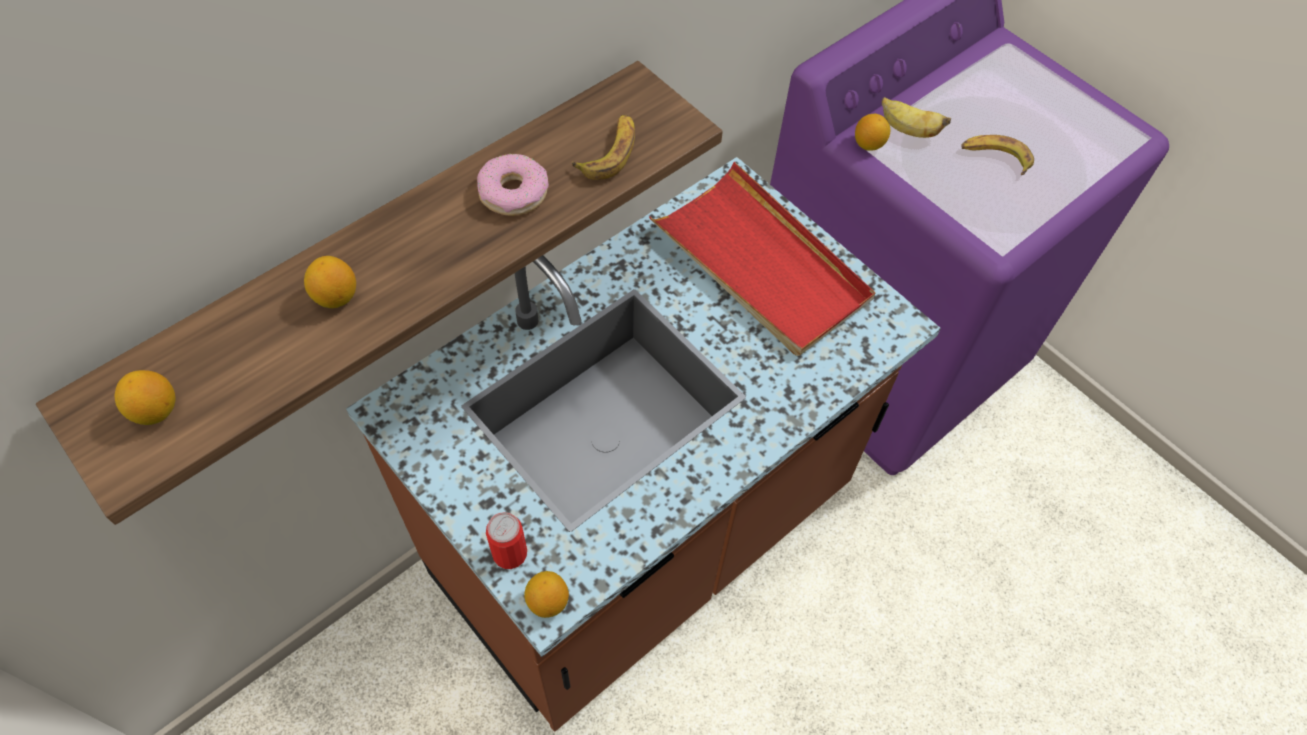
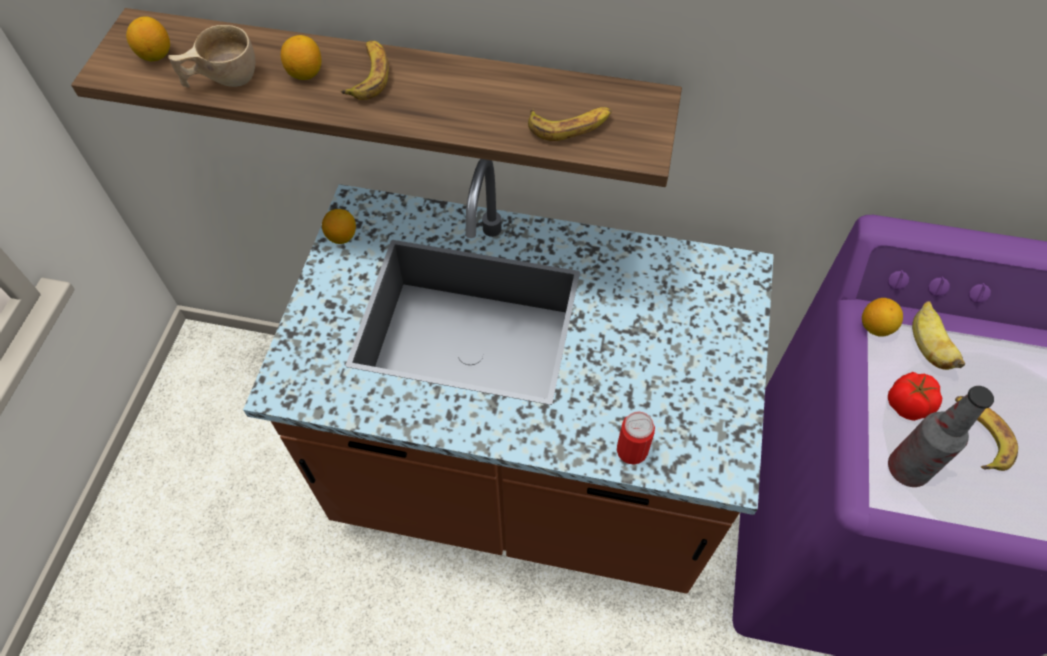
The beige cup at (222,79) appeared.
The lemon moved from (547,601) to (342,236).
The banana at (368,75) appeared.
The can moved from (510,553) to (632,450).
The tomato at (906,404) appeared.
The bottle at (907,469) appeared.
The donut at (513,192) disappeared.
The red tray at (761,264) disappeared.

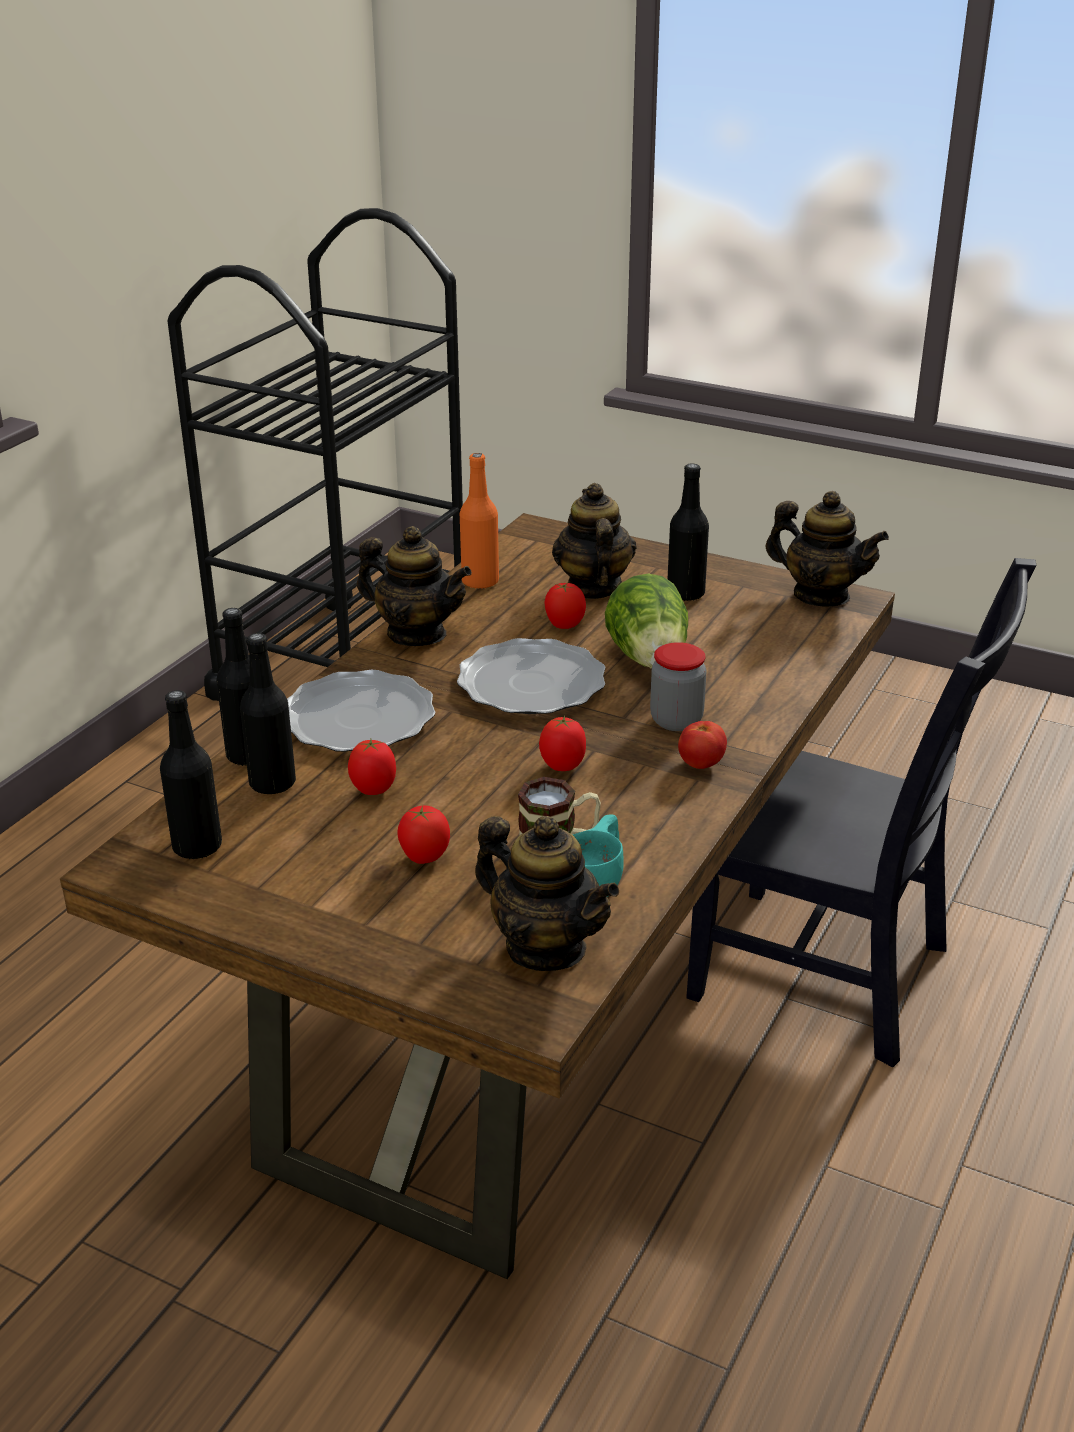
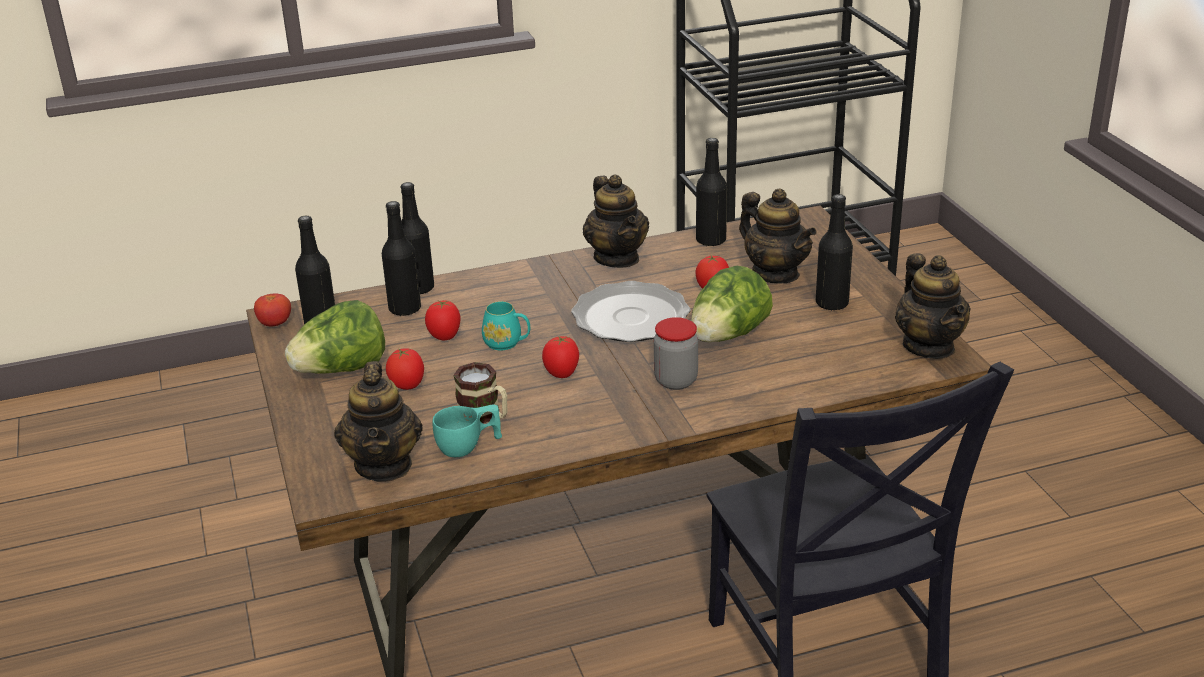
The tomato moved from (701,764) to (275,324).
The lettuce at (341,370) appeared.
The turquoise mug at (507,343) appeared.
The orange bottle at (480,582) became the black bottle at (711,240).
The teapot at (592,588) turned 105 degrees clockwise.
The plate at (359,718) disappeared.

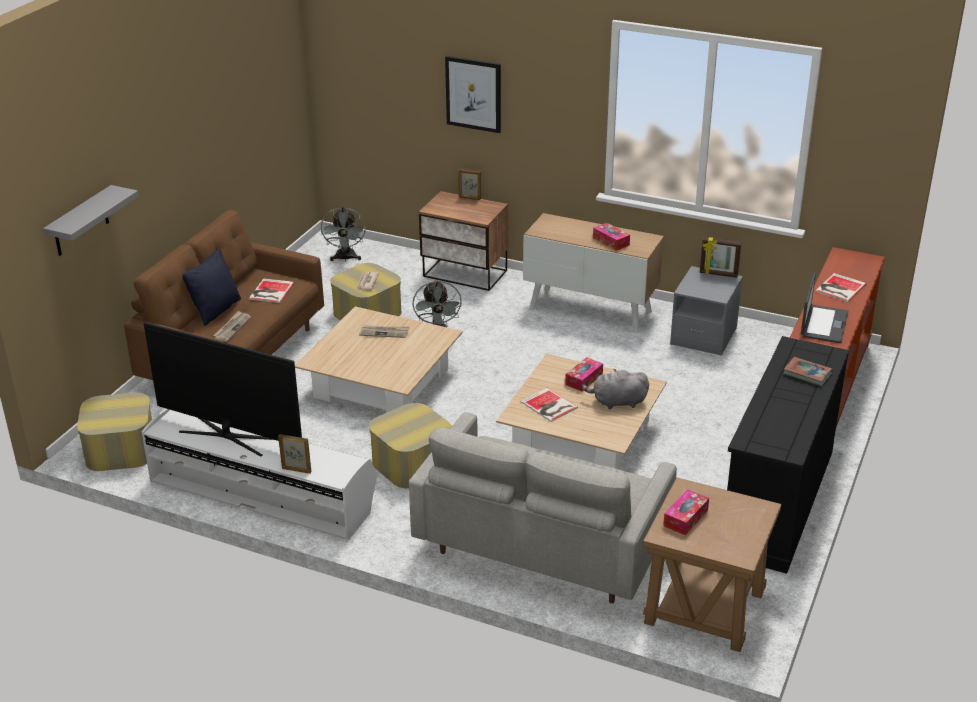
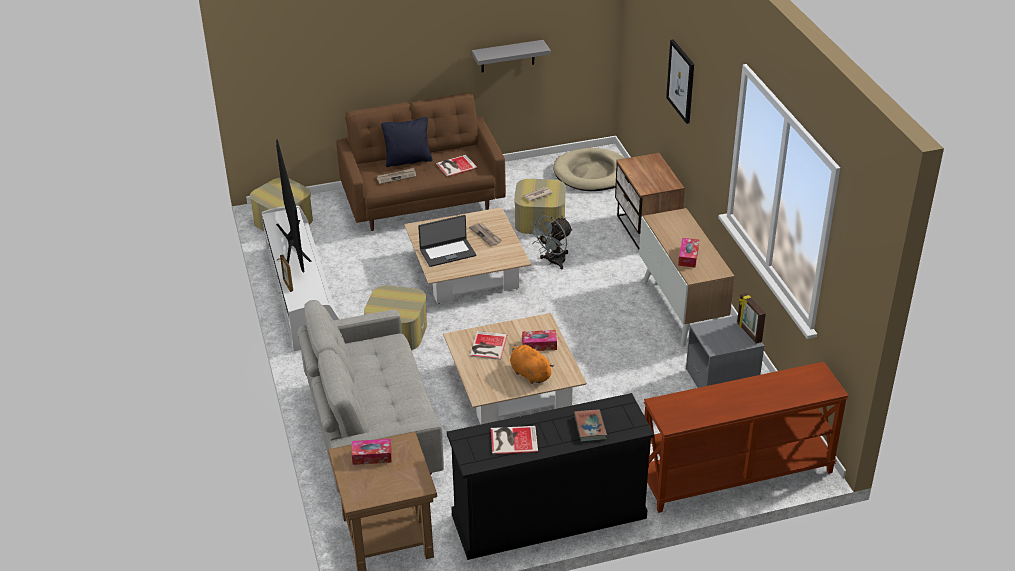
The laptop moved from (823,324) to (447,252).
The grey shelf moved from (80,222) to (507,56).
The book moved from (839,288) to (512,440).
The grey plush toy at (617,402) became the orange plush toy at (529,373).
The grey fan at (345,258) was replaced by the beige dog bed at (592,173).
The picture frame at (469,198) disappeared.

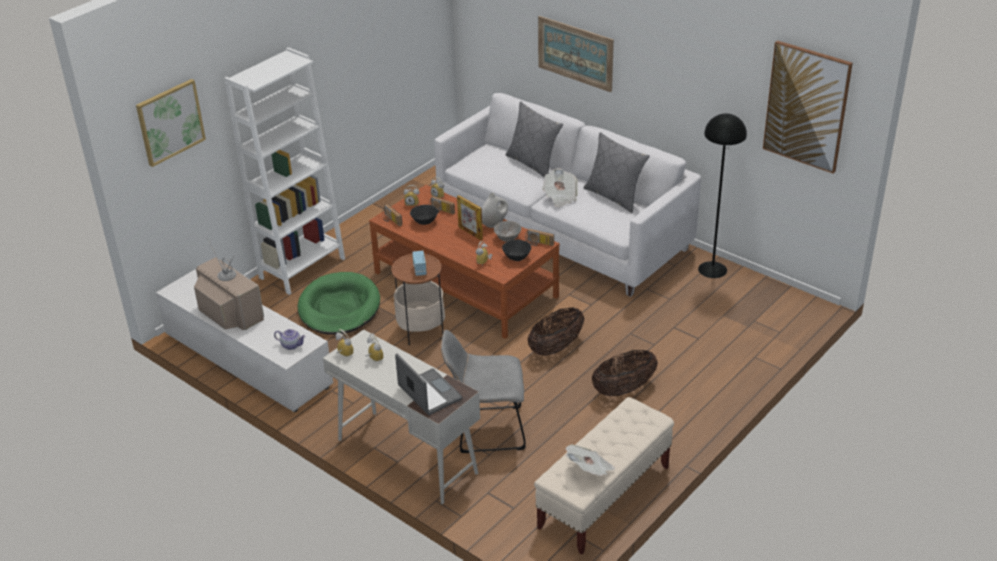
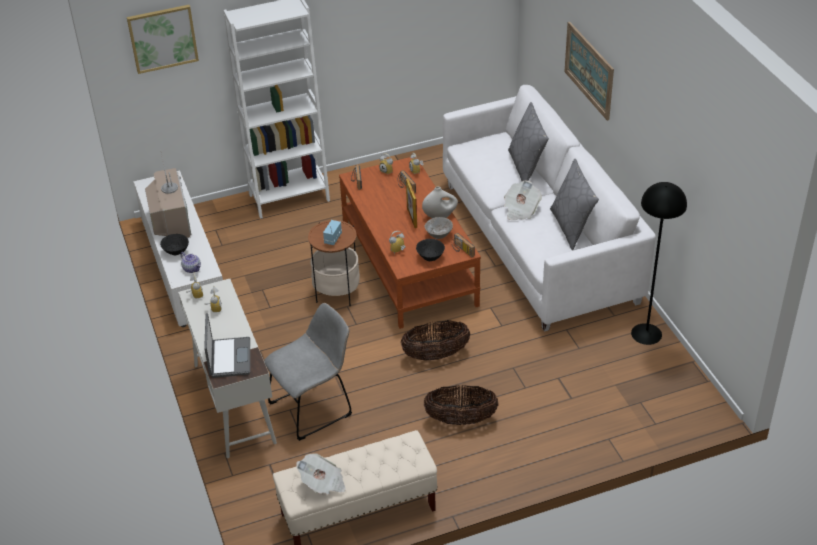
The black bowl moved from (424,222) to (176,251).
The grey chair at (486,430) turned 120 degrees clockwise.
The green dog bed at (339,307) disappeared.
The picture at (806,106) disappeared.

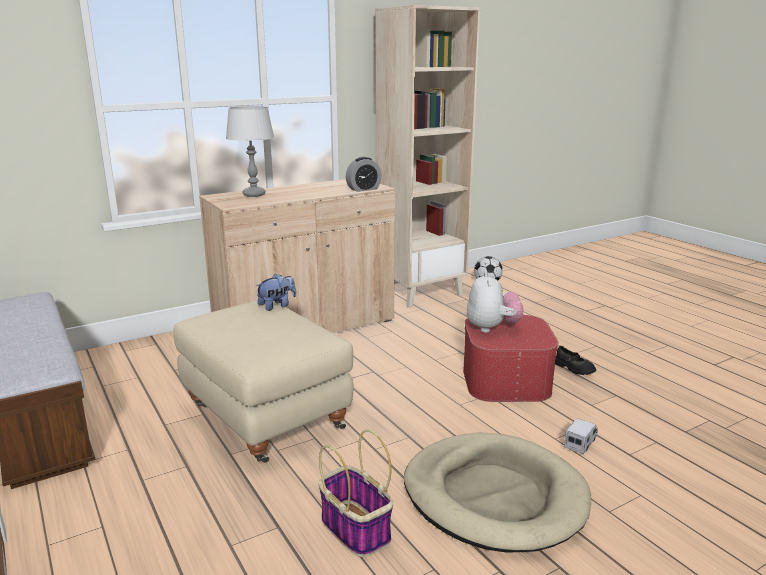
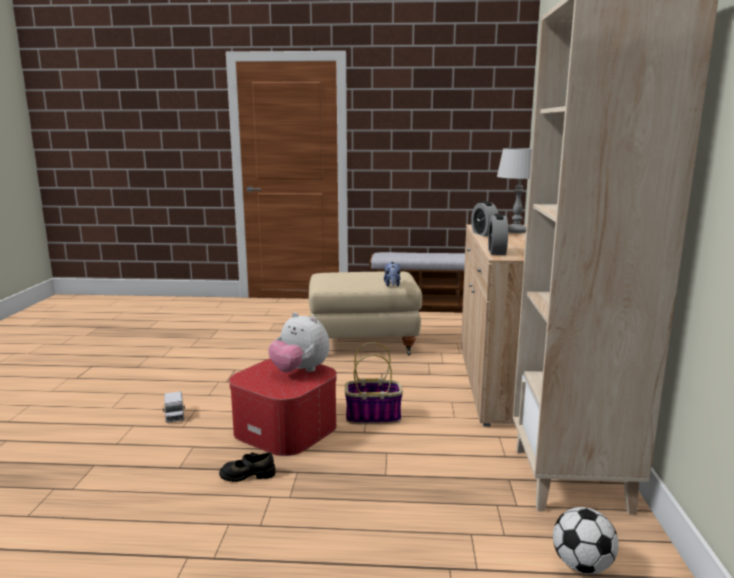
The basket moved from (354,528) to (374,416).
The alarm clock at (484,234) appeared.
The beige dog bed at (494,496) disappeared.

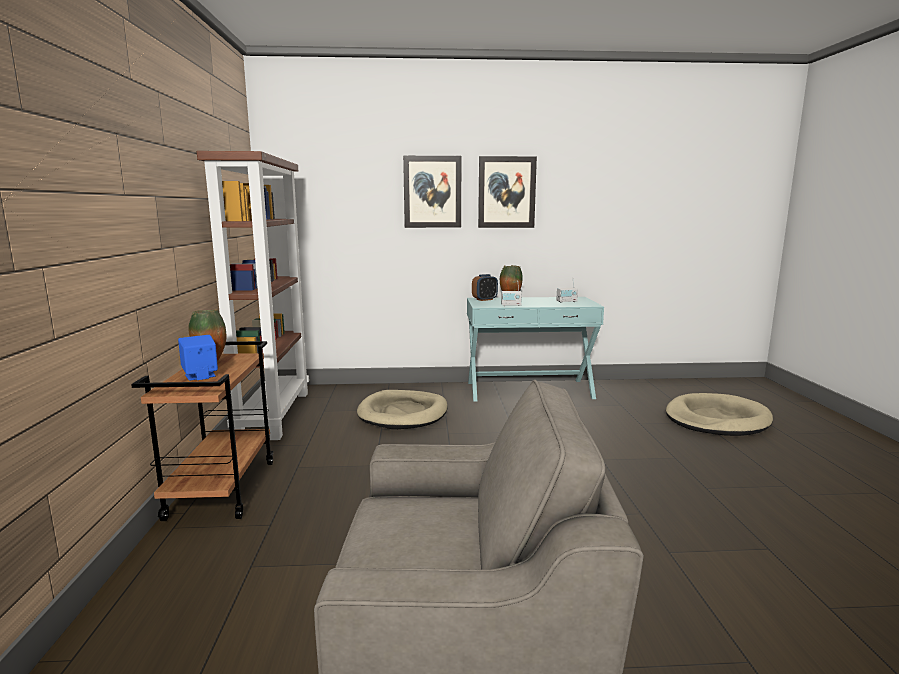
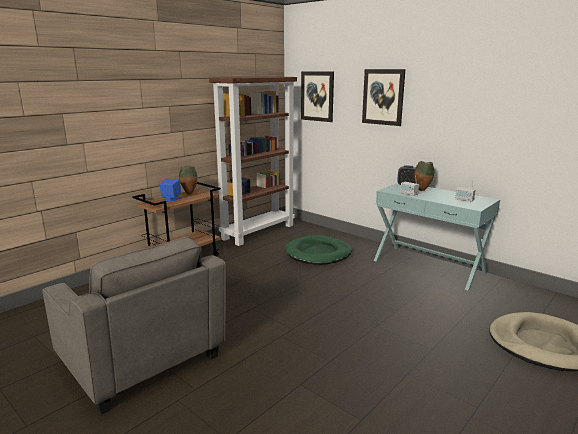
The beige dog bed at (403,413) became the green dog bed at (318,253).
The picture moved from (506,192) to (317,96).

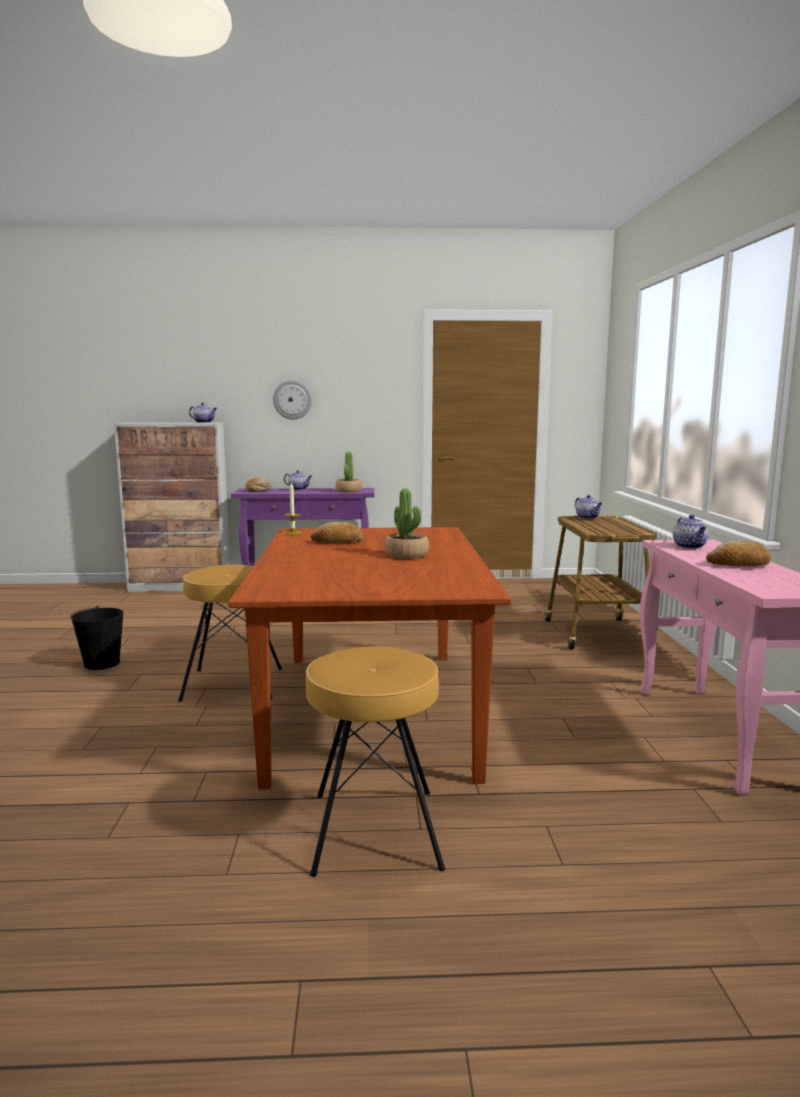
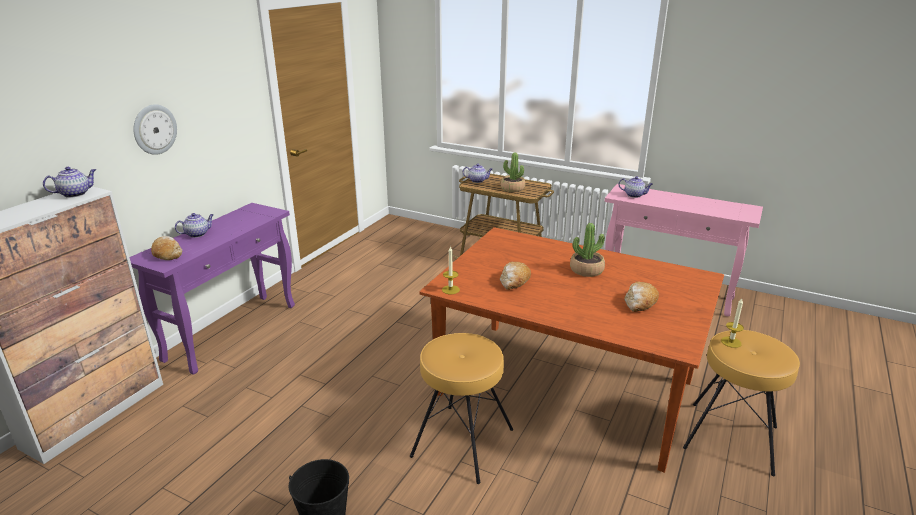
The potted plant moved from (348,491) to (512,188).
The bread moved from (738,565) to (640,303).
The candle at (731,342) appeared.

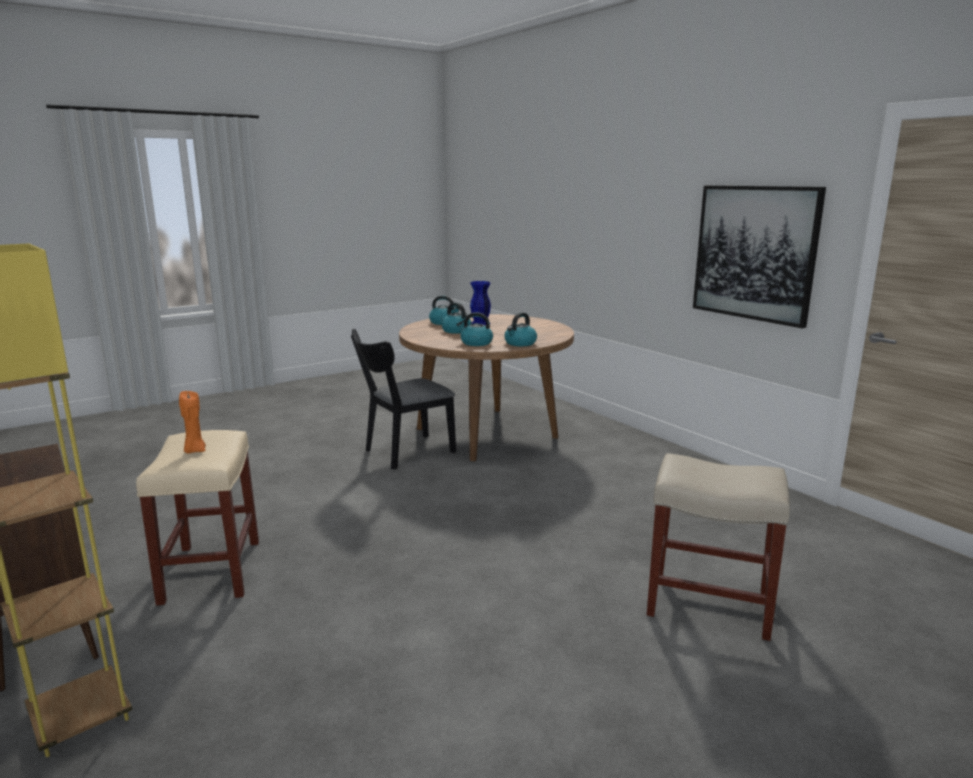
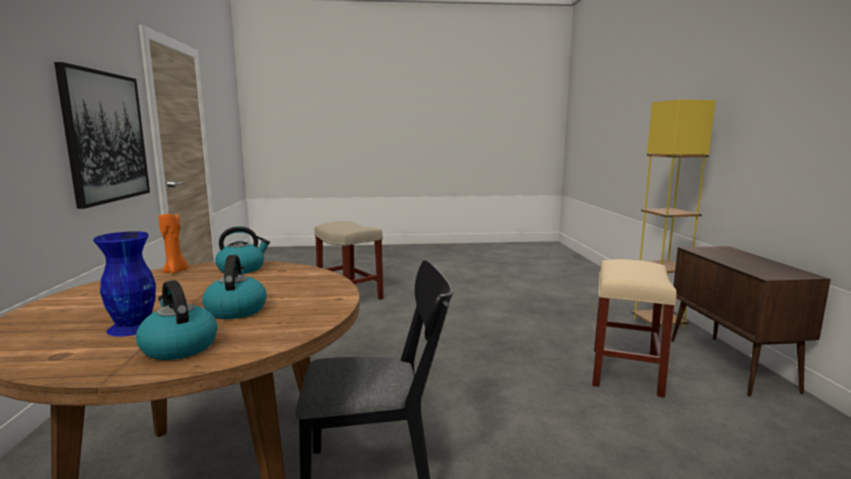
The orange candle moved from (195,450) to (176,271).
The kettle at (476,343) disappeared.

